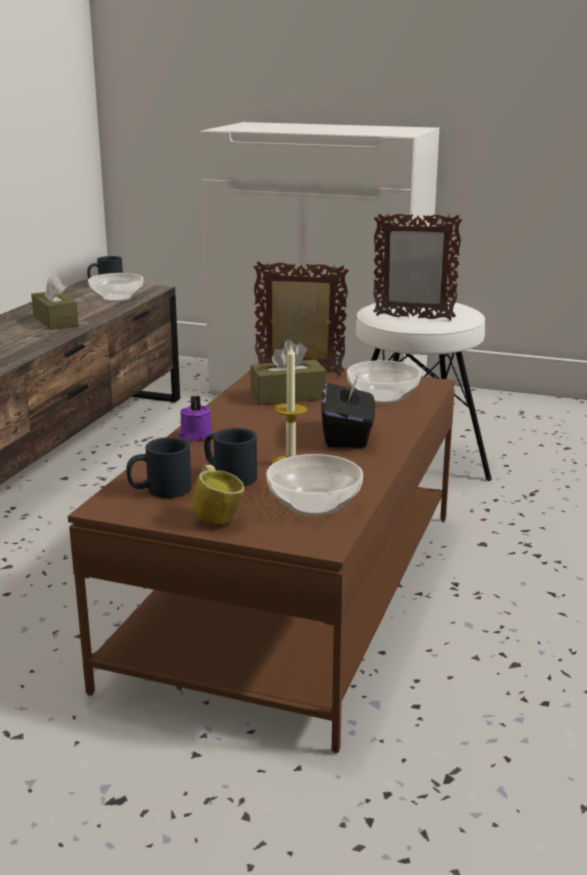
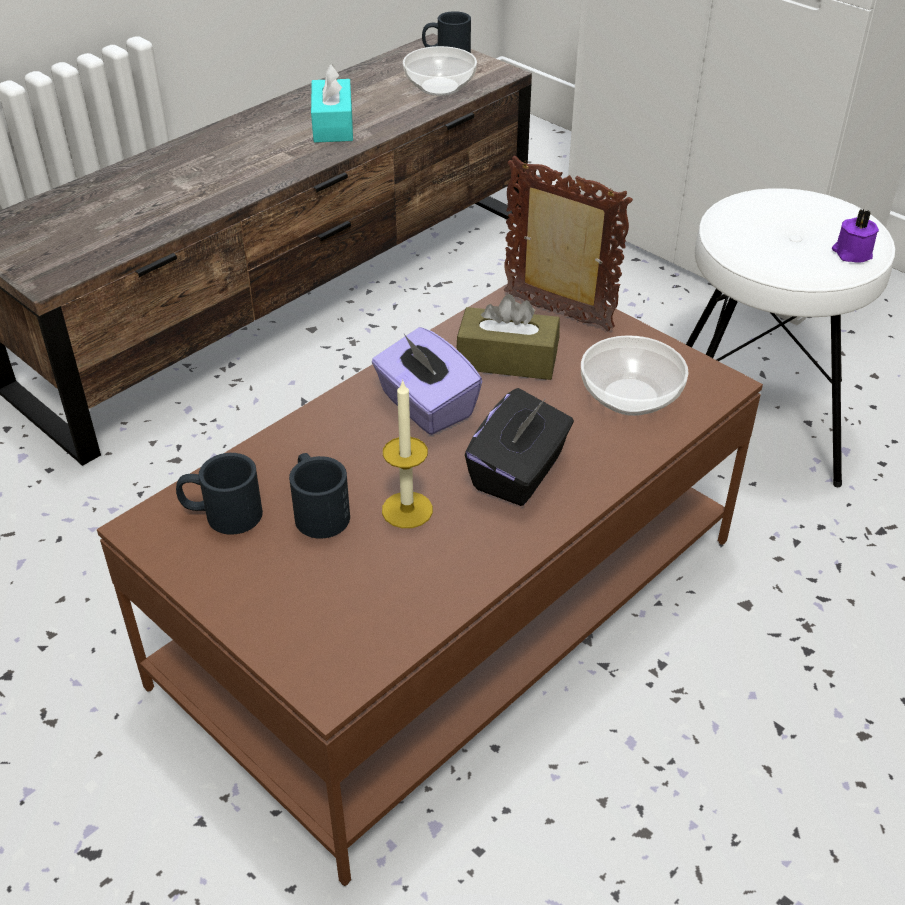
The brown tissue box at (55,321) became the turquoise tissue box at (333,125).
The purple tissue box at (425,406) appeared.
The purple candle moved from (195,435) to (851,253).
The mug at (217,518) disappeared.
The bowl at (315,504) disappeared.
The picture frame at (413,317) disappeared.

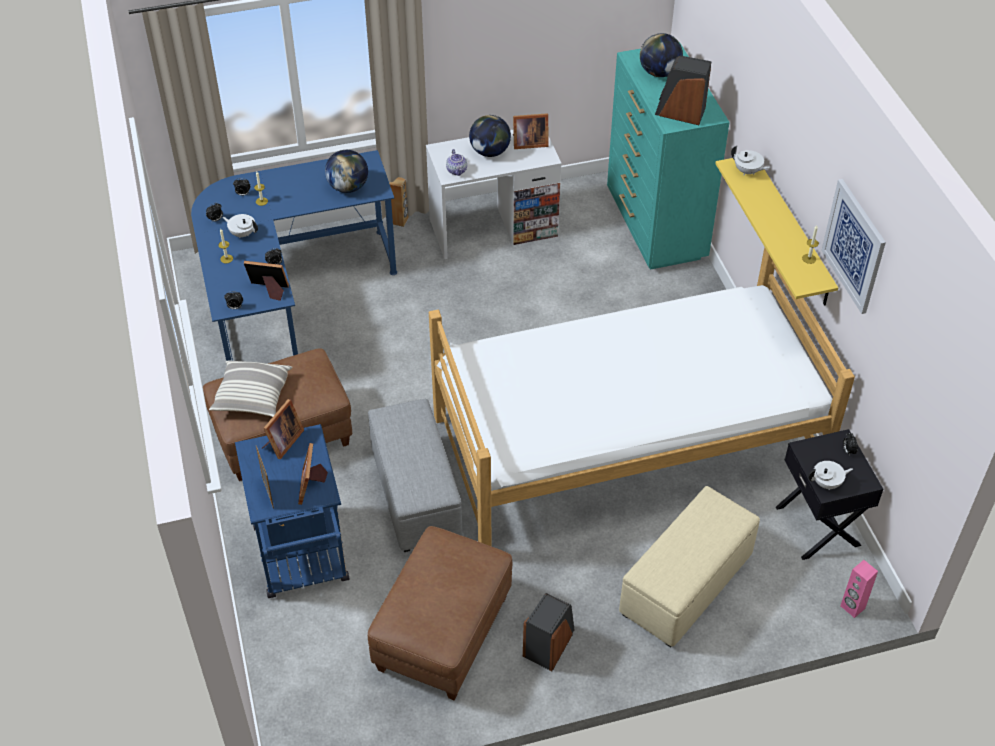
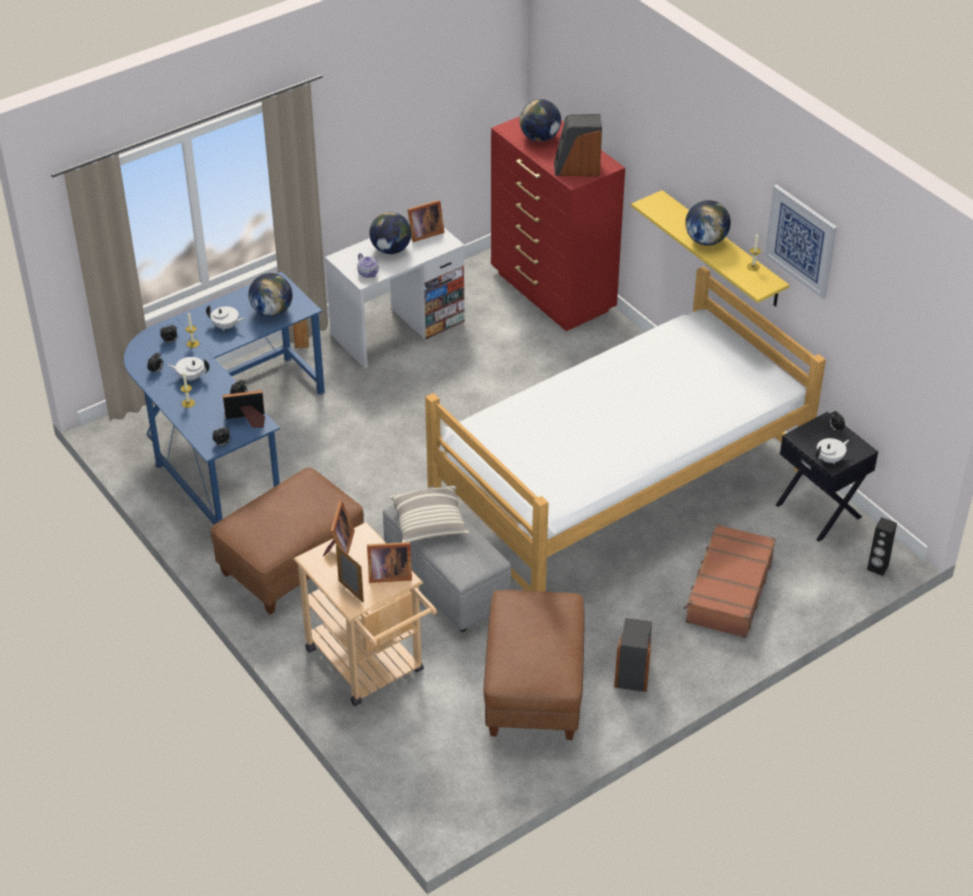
The white teapot moved from (747,171) to (226,326).
The blue cart at (303,561) became the beige cart at (370,666).
The picture frame at (312,485) turned 75 degrees counterclockwise.
The pillow moved from (252,397) to (429,523).
The turquoise dresser at (655,227) became the red dresser at (552,293).
The beige ottoman at (685,586) was replaced by the brown suitcase at (728,590).
The globe at (706,240) appeared.
The pink speaker at (852,607) became the black speaker at (877,568).

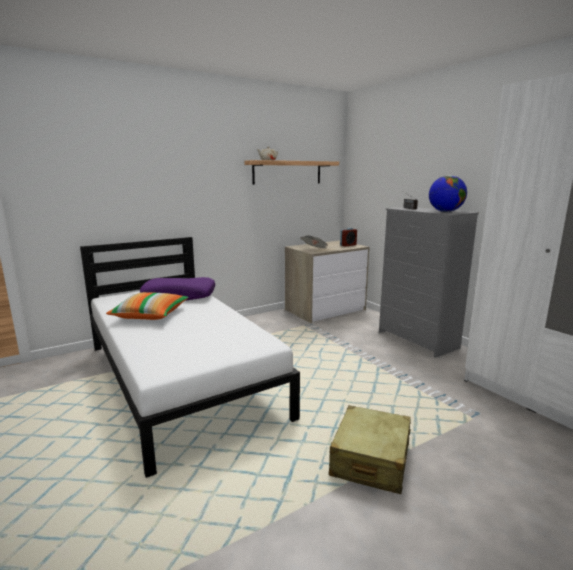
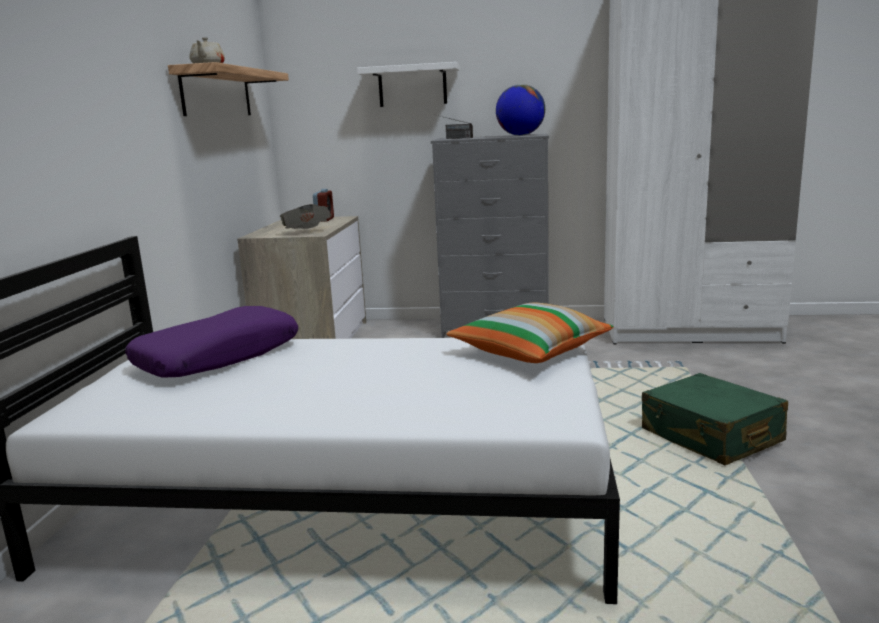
The white shelf at (412,86) appeared.
The pillow moved from (150,315) to (530,351).
The beige suitcase at (370,460) became the green suitcase at (711,436).

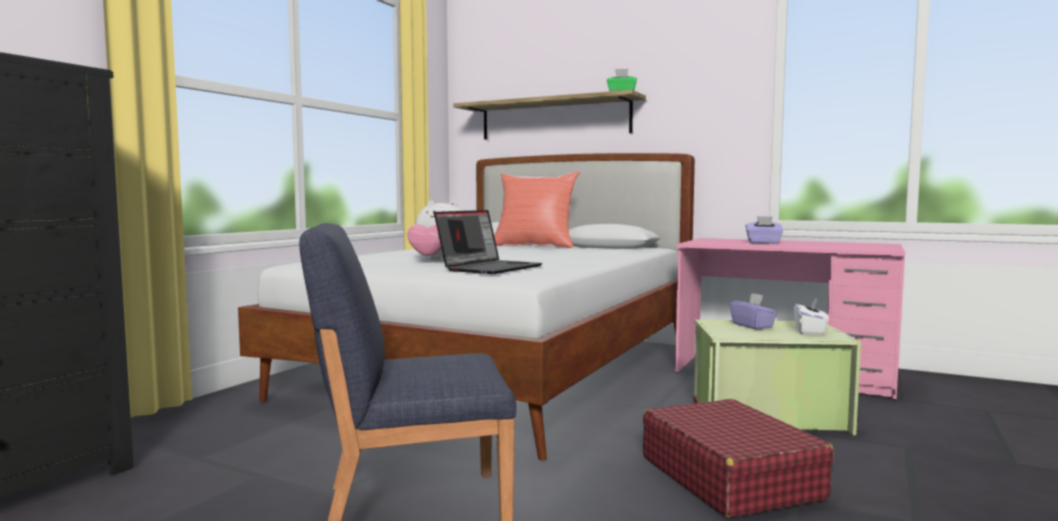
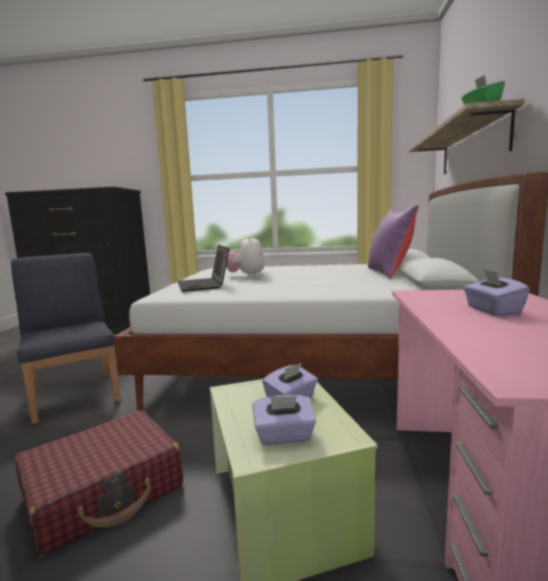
The laptop at (490,268) turned 60 degrees clockwise.
The white tissue box at (810,331) became the purple tissue box at (284,436).
The red pillow at (534,246) became the purple pillow at (389,273).

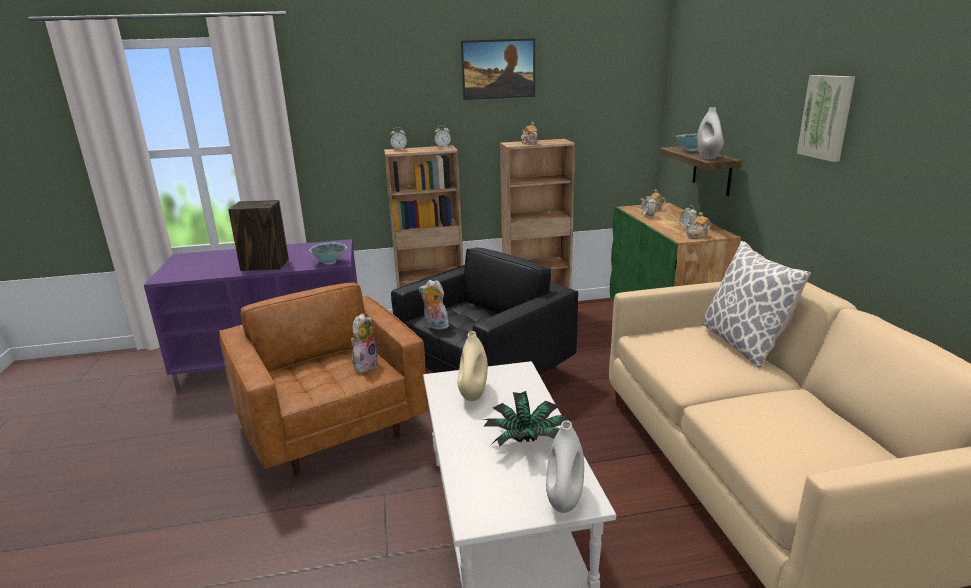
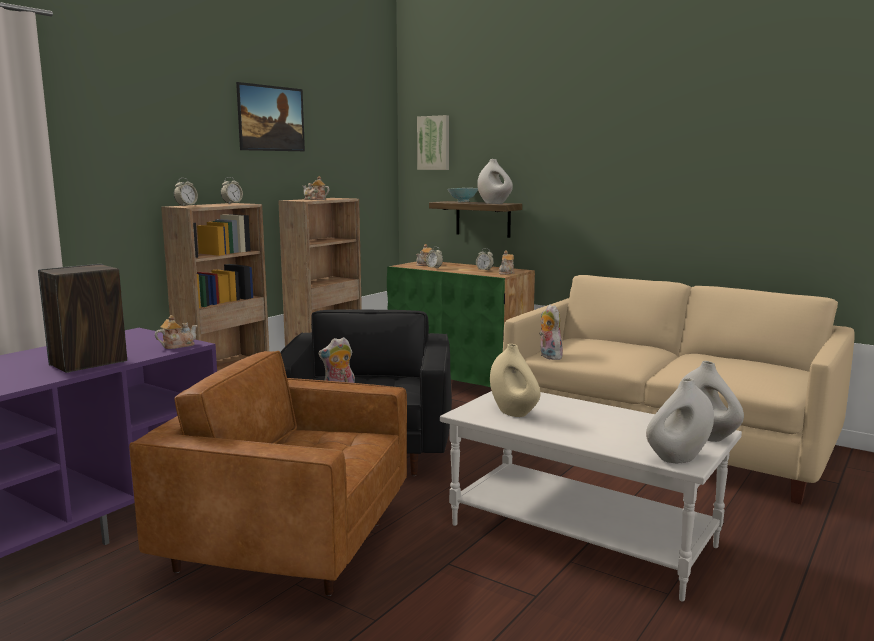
The bowl at (329,262) was replaced by the teapot at (177,345).
The picture moved from (827,117) to (434,143).
The plush toy moved from (365,365) to (548,356).
The white vase at (678,458) appeared.
The potted plant at (527,441) disappeared.
The pillow at (742,344) disappeared.

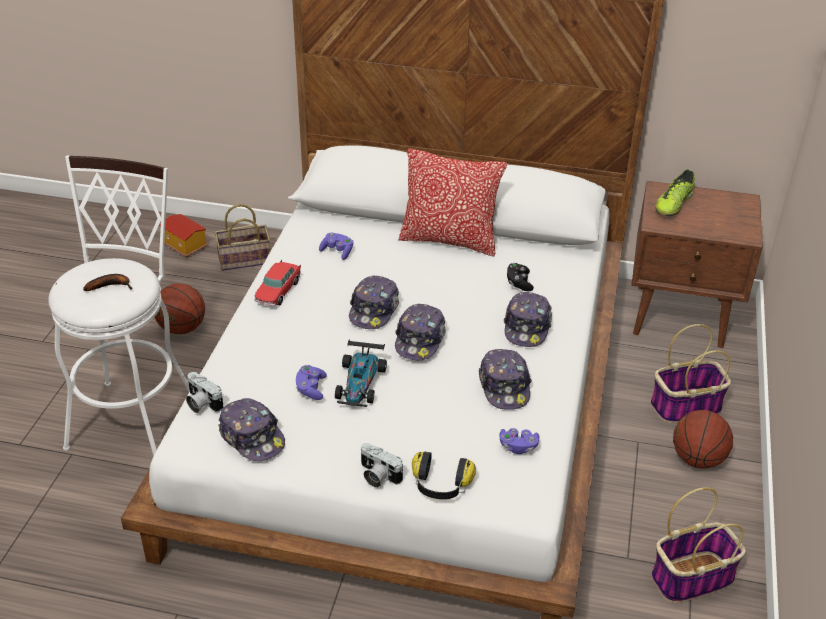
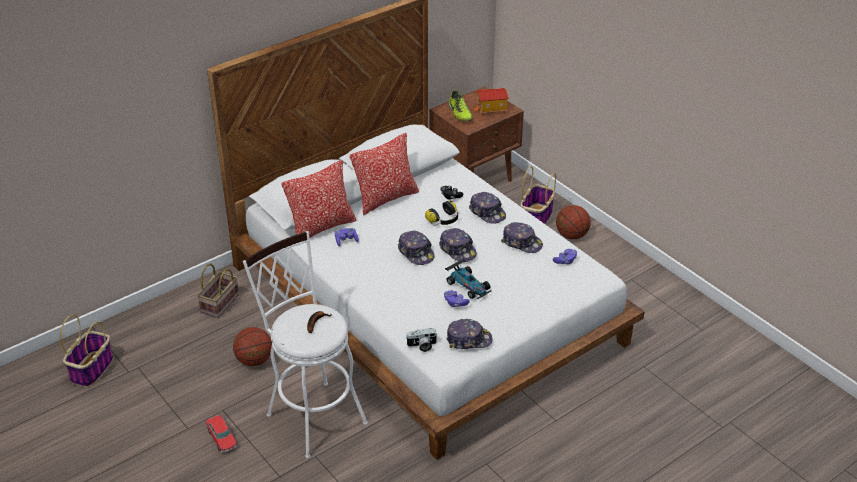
The basket moved from (692,577) to (92,369).
The toy car moved from (278,291) to (222,438).
The pillow at (321,227) appeared.
The headphones moved from (440,486) to (444,220).
The toy house moved from (184,247) to (491,109).
The photo camera at (377,476) disappeared.

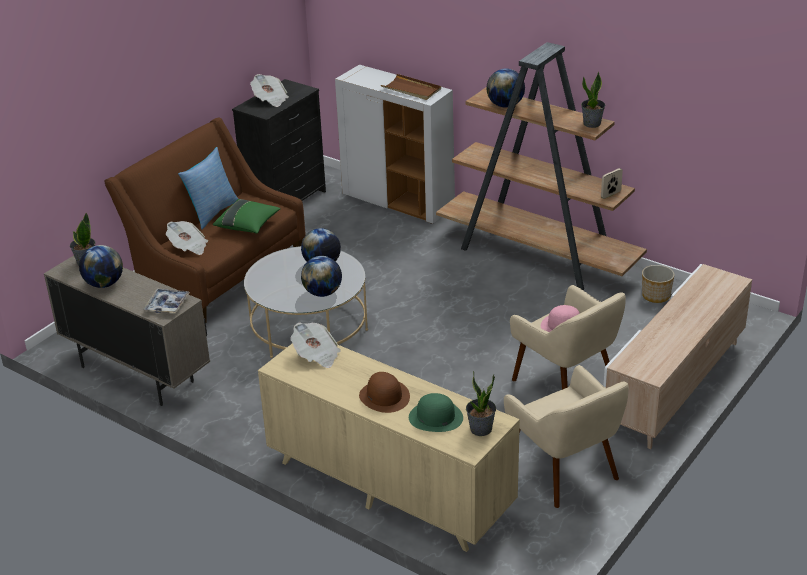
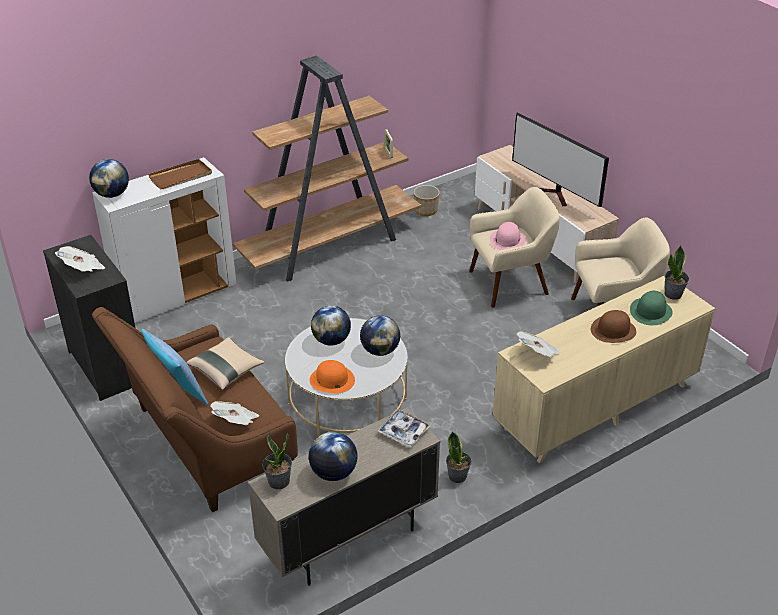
The globe moved from (505,105) to (112,194).
The green pillow at (248,225) became the beige pillow at (226,371).
The orange hat at (332,380) appeared.
The potted plant moved from (592,124) to (457,476).
The television at (555,195) appeared.

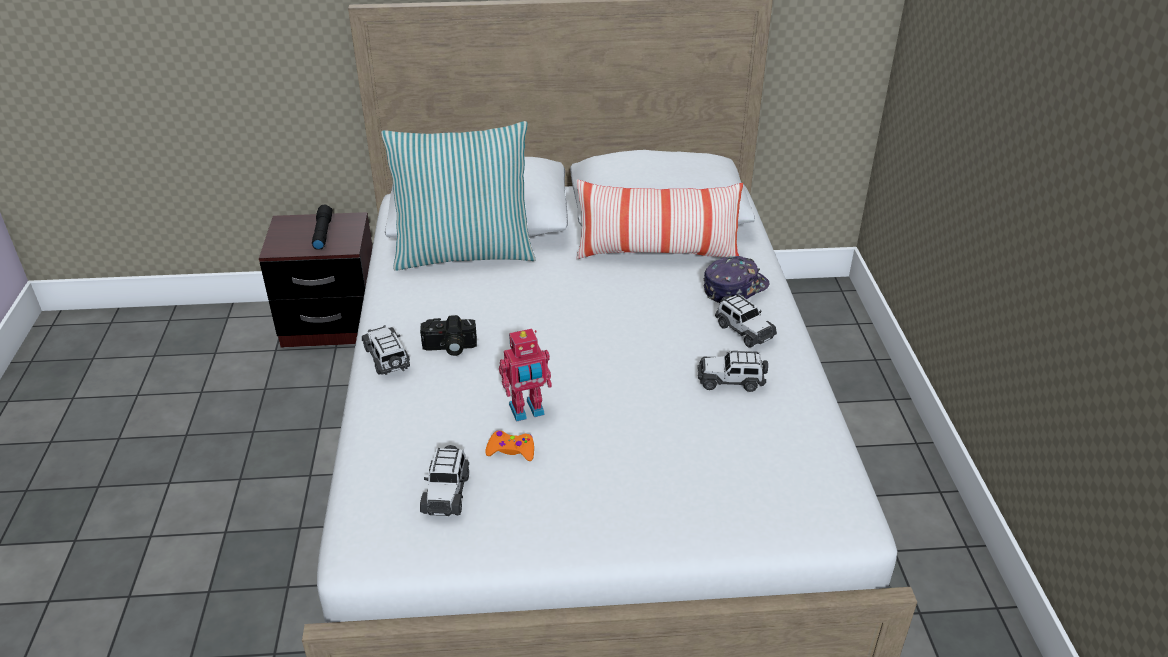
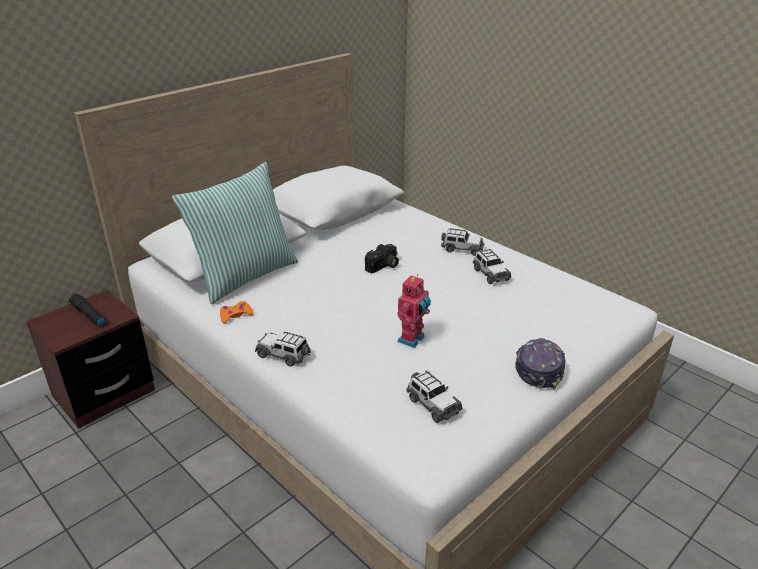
The orange game controller moved from (511,450) to (235,315).
The photo camera moved from (449,348) to (383,266).
The toy car at (731,380) turned 75 degrees counterclockwise.
The cap moved from (734,288) to (538,369).
The pillow at (657,253) disappeared.

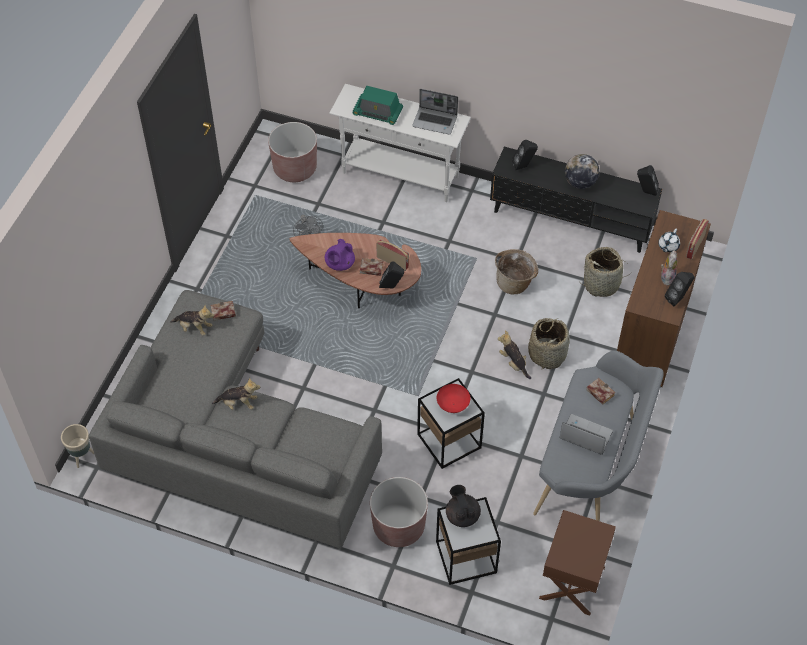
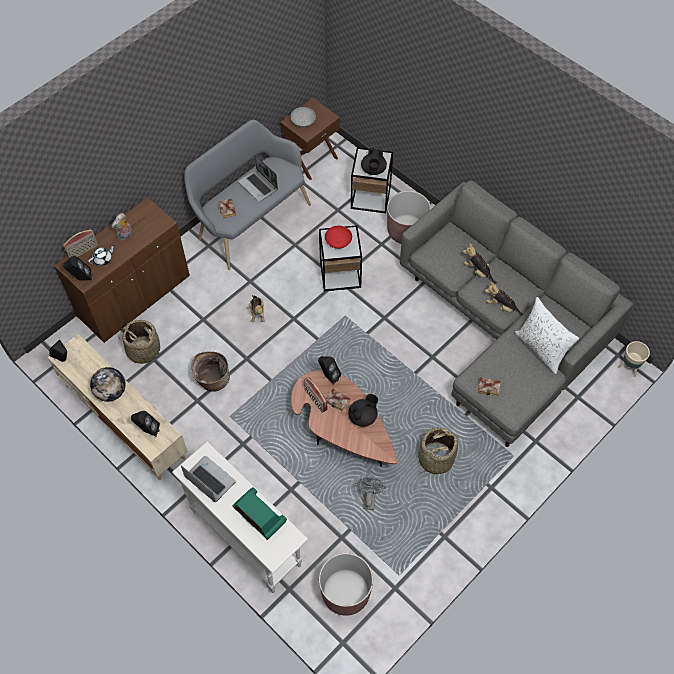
The black tv stand at (571,219) became the beige tv stand at (124,420).
The black speaker moved from (678,298) to (81,279).
The grey bowl at (303,123) appeared.
The purple teapot at (339,264) became the black teapot at (363,416).
The basket moved from (547,354) to (435,459).
The plush toy moved from (194,327) to (478,271).
The white pillow at (541,349) appeared.

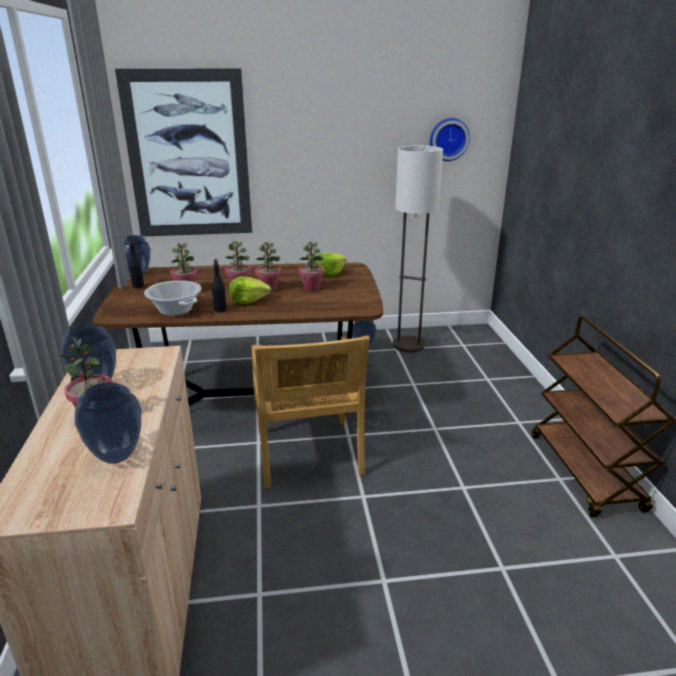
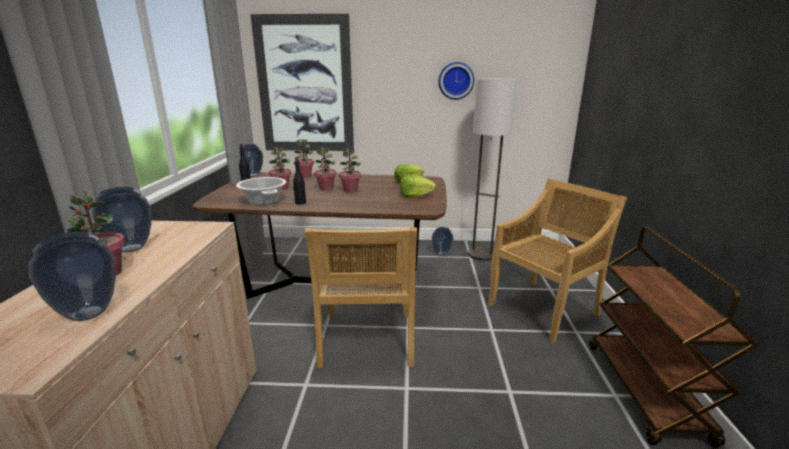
The potted plant moved from (311,288) to (305,176).
The lettuce moved from (248,300) to (415,196).
The wall clock moved from (448,139) to (456,81).
The beige chair at (544,309) appeared.

